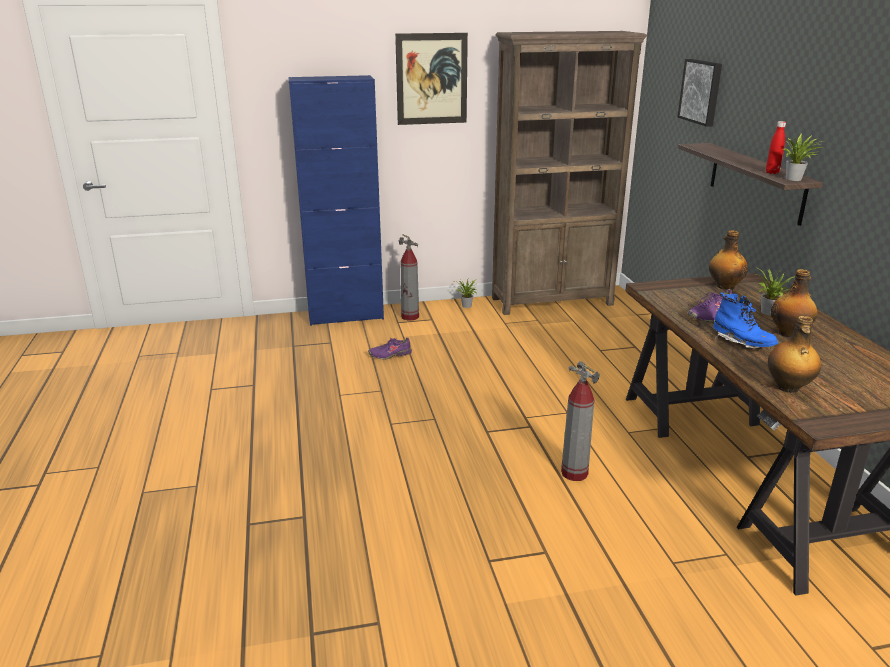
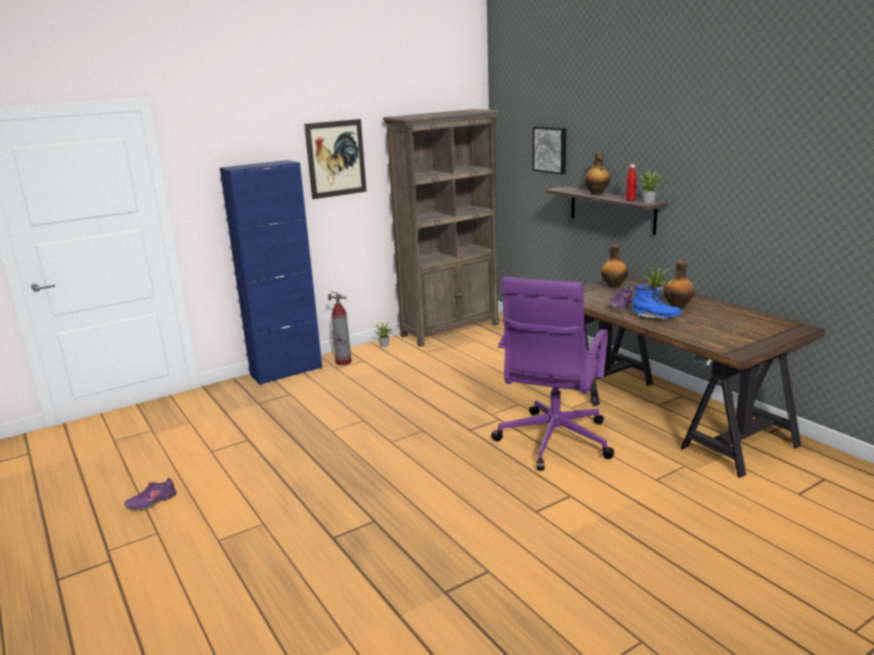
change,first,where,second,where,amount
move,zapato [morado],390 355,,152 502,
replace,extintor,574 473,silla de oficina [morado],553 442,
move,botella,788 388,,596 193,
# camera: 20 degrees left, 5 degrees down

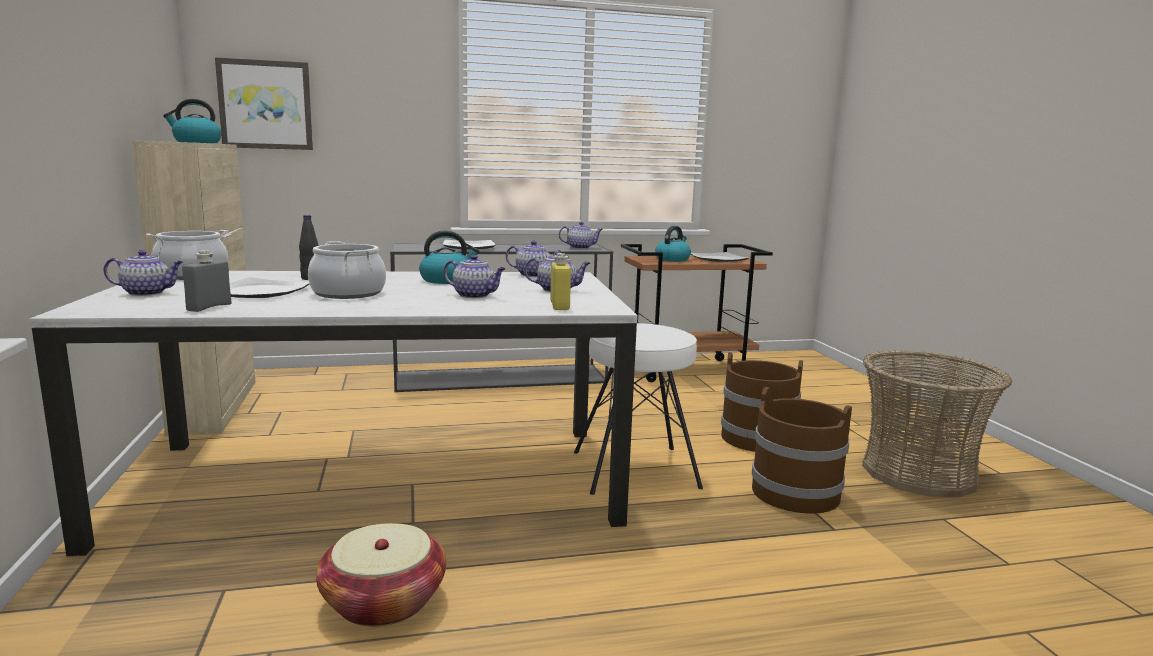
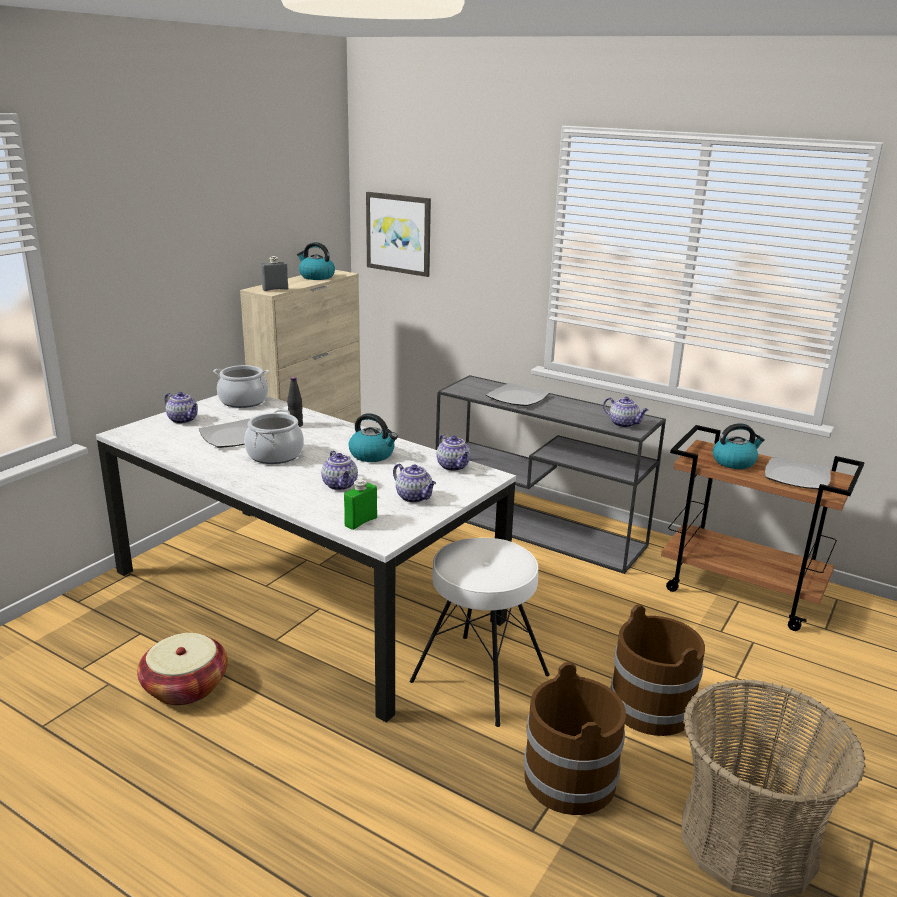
change,first,where,second,where,amount
move,botella [gris],209 307,,275 289,
recolor,botella [amarillo],559 306,botella [verde],361 522,
# camera: 45 degrees right, 10 degrees up

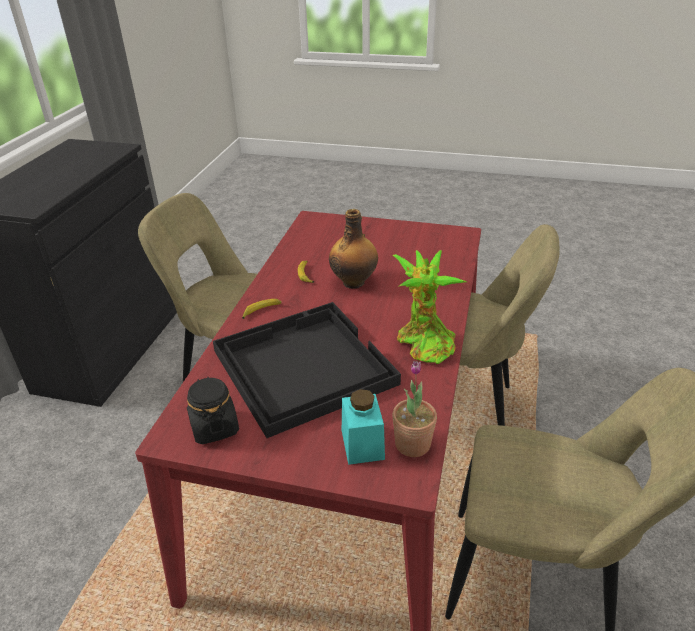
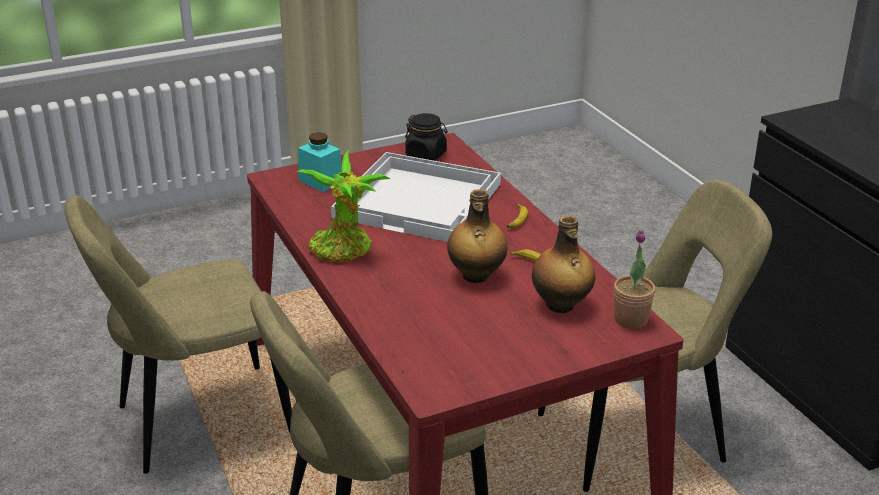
change,first,where,second,where,amount
recolor,bandeja [negro],302 367,bandeja [blanco],420 200,
move,planta en maceta,412 444,,631 320,
insert,,,botella,561 306,
# camera: 140 degrees right, 5 degrees down

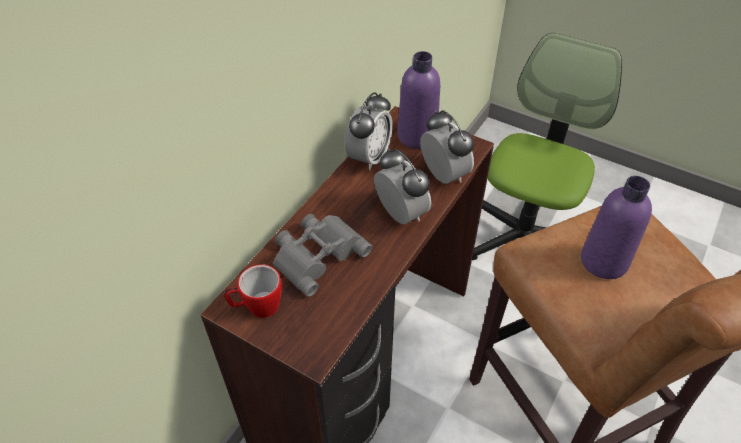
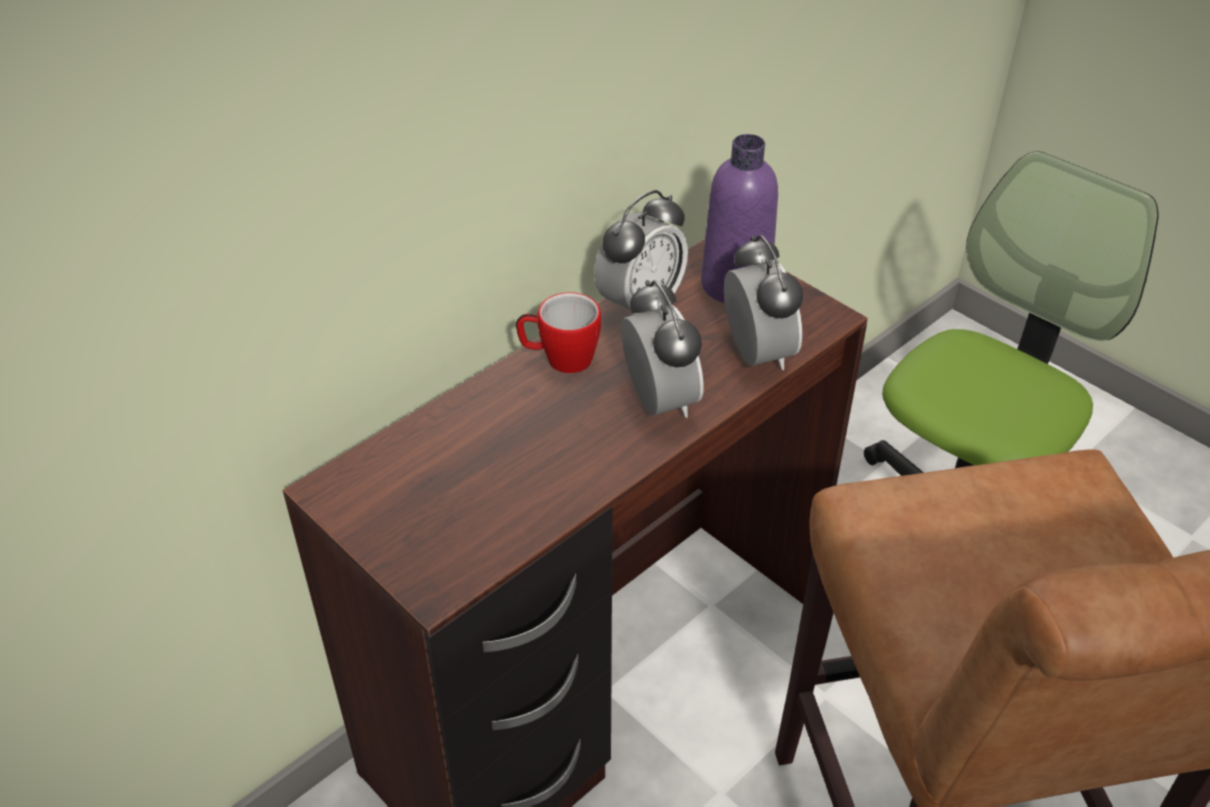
change,first,where,second,where,amount
move,taza grande,257 307,,559 359,
delete,prismáticos [gris],317 254,,,
delete,botella [morado],604 261,,,
# camera: 15 degrees right, 5 degrees down

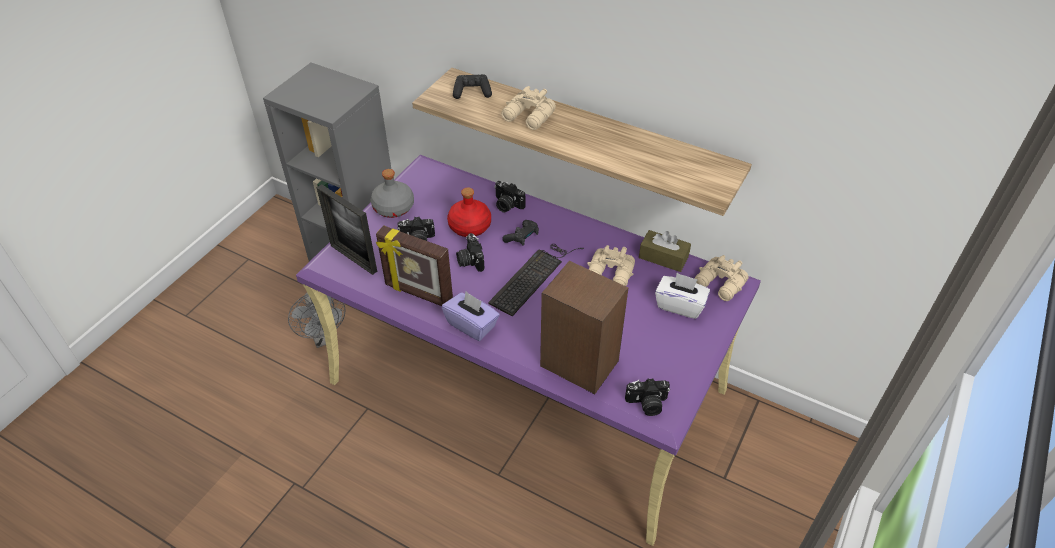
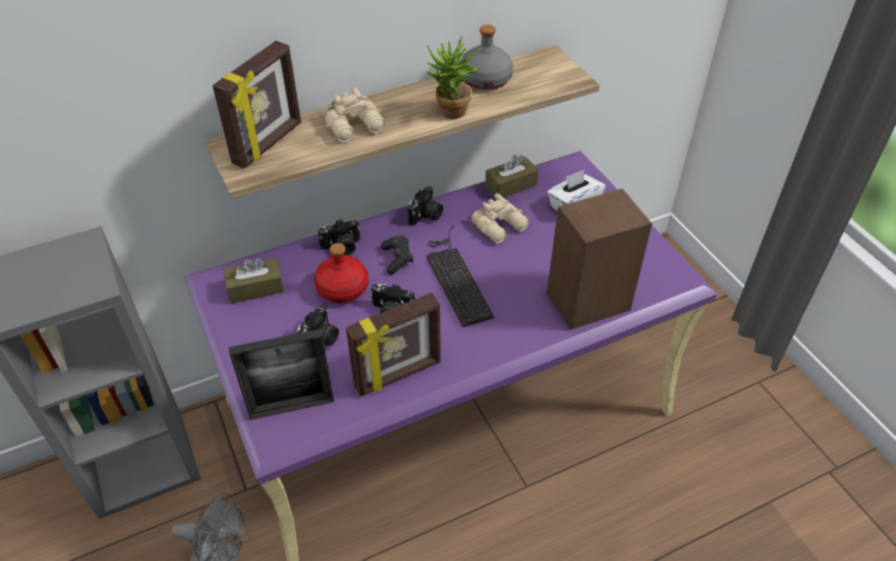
change,first,where,second,where,amount
move,botella [gris],393 208,,486 80,
delete,caja de pañuelos [morado],472 325,,,
replace,mando de consola [negro],472 92,portarretratos,269 144,
move,cámara,647 404,,426 216,
delete,prismáticos [beis],720 285,,,
insert,,,caja de pañuelos [marrón],255 288,
insert,,,planta en maceta,451 114,
# camera: 55 degrees left, 0 degrees up

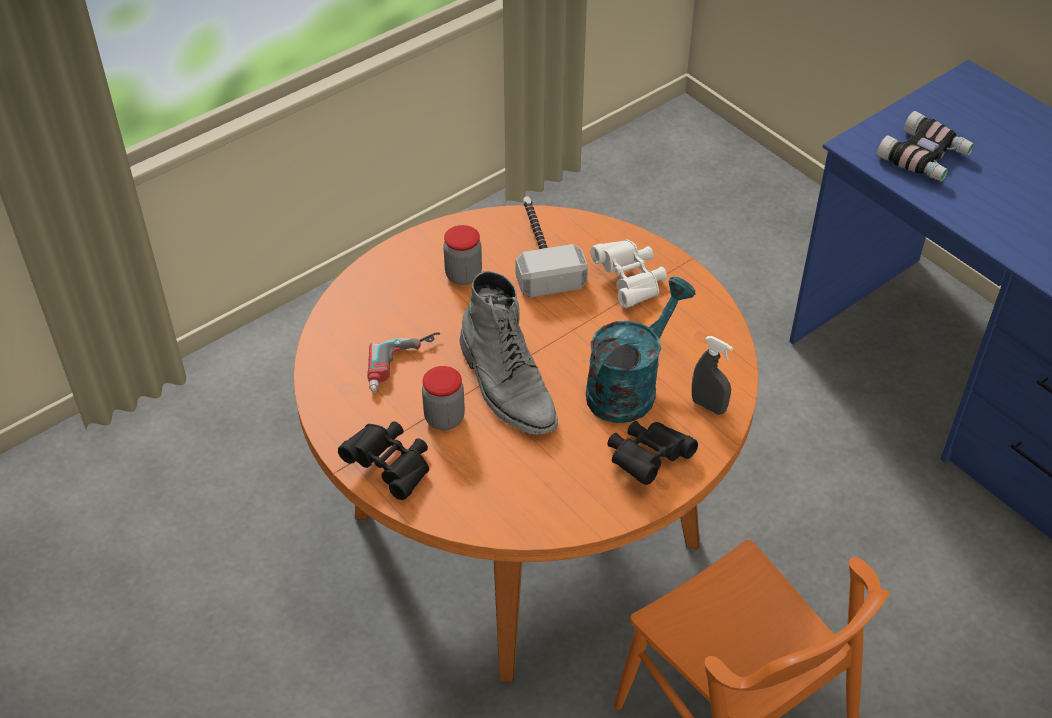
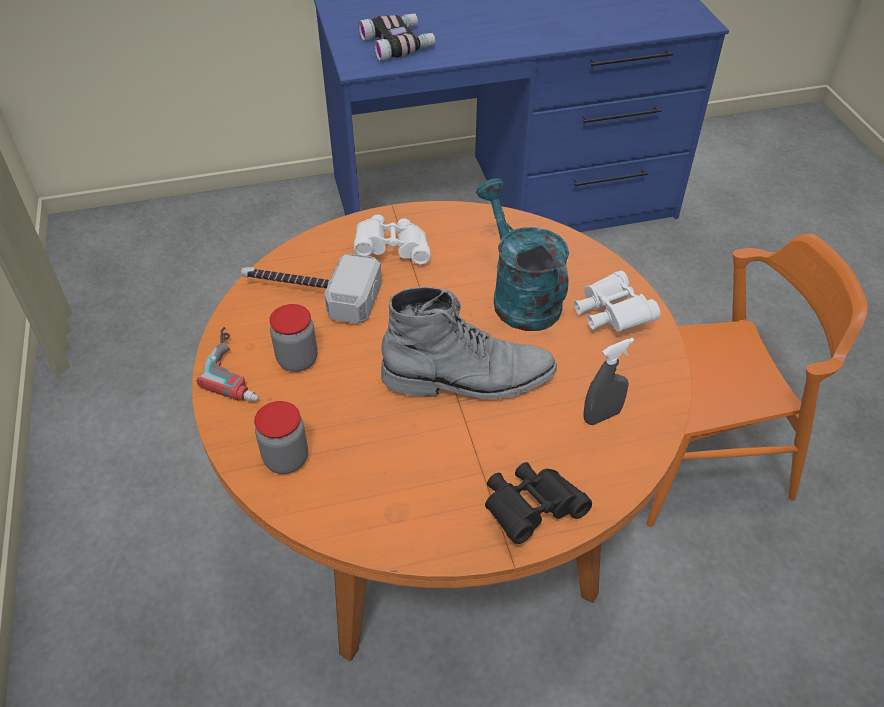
change,first,where,second,where,amount
move,taladro,405 367,,240 369,
move,tarro,444 418,,286 459,
recolor,prismáticos [negro],647 459,prismáticos [blanco],611 315,
move,pulverizador [gris],708 406,,602 416,
# camera: 65 degrees left, 0 degrees up

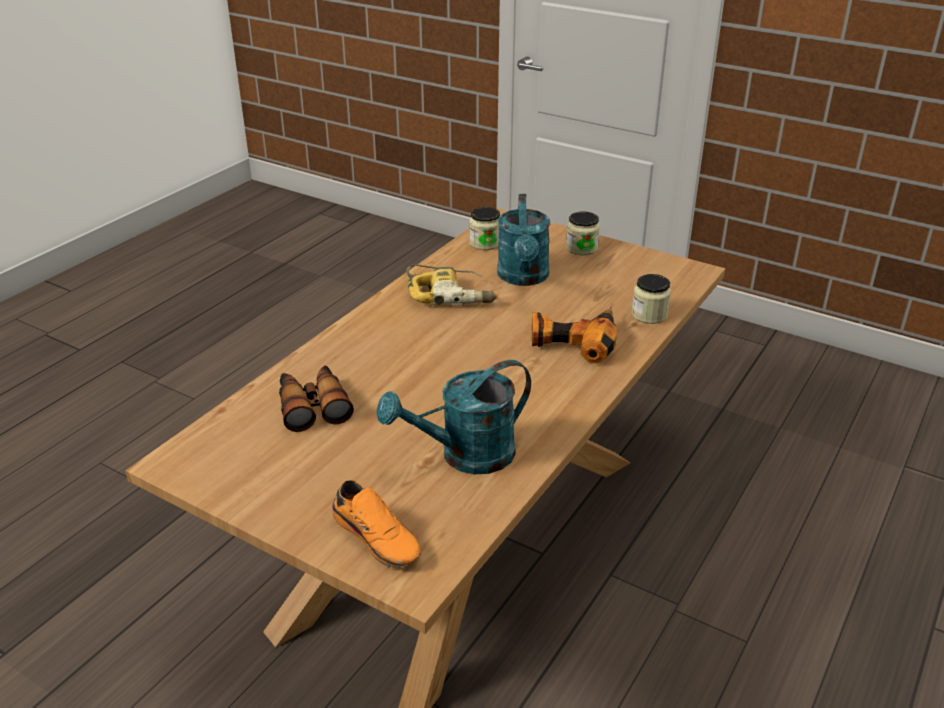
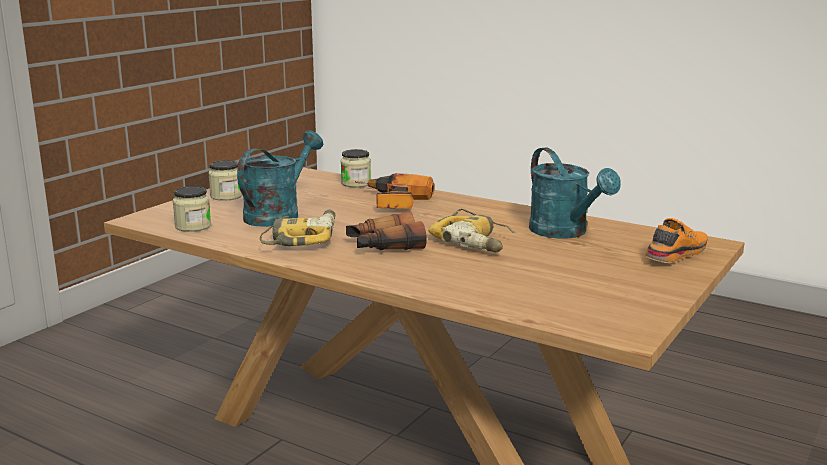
change,first,where,second,where,amount
move,prismáticos,313 406,,384 246,
rotate,regadera [turquesa],523 278,,278 214,60 degrees counterclockwise
insert,,,taladro,475 241,
# camera: 90 degrees left, 15 degrees down

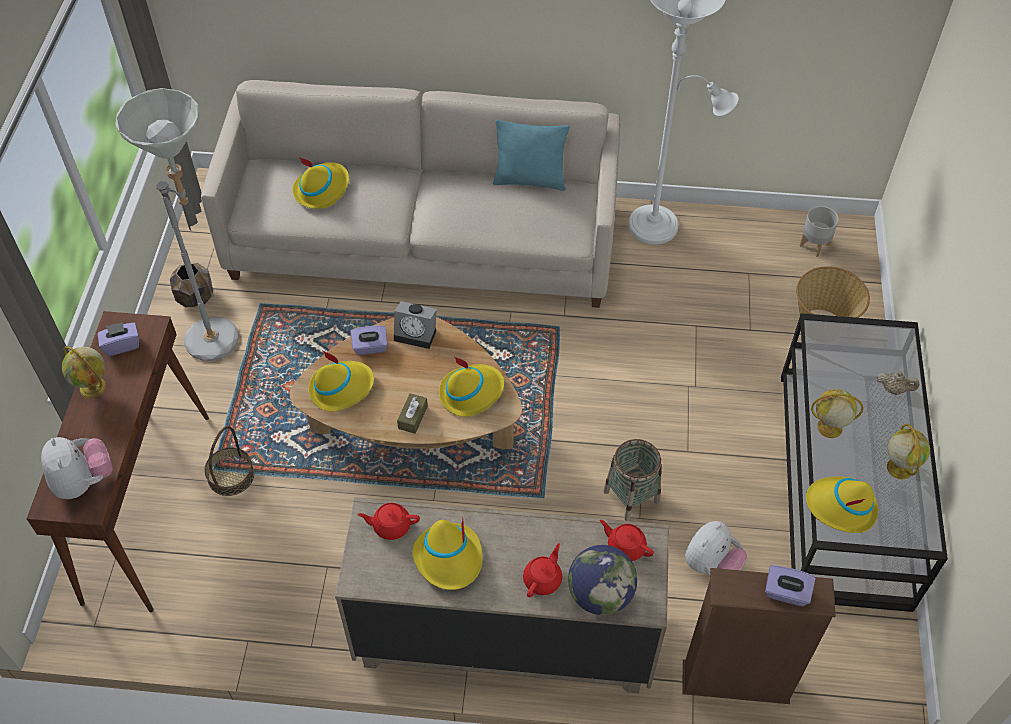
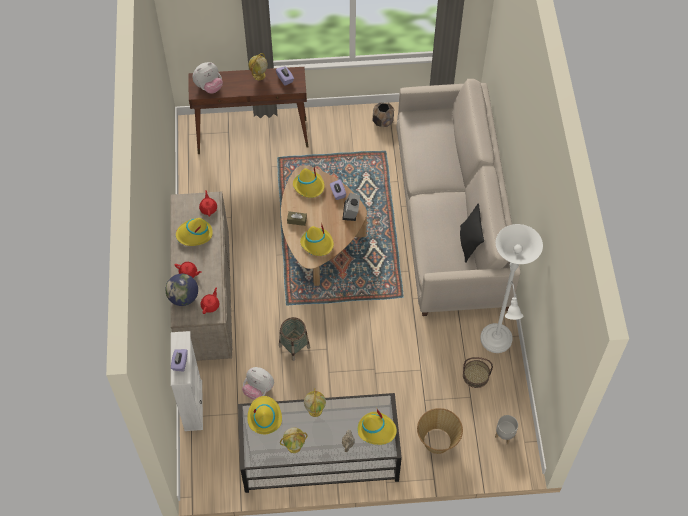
change,first,where,second,where,amount
delete,lámpara de pie [gris],223 342,,,
move,cesta,231 475,,476 376,
move,sombrero [amarillo],322 189,,377 430,
recolor,cojín [turquesa],530 180,cojín [negro],469 243,
recolor,estantería [marrón],735 682,estantería [blanco],193 405,
# camera: 80 degrees right, 5 degrees up

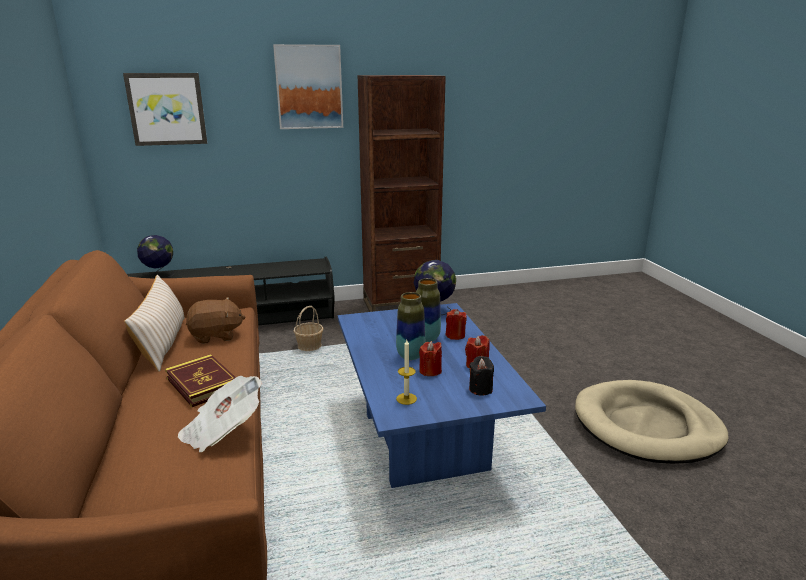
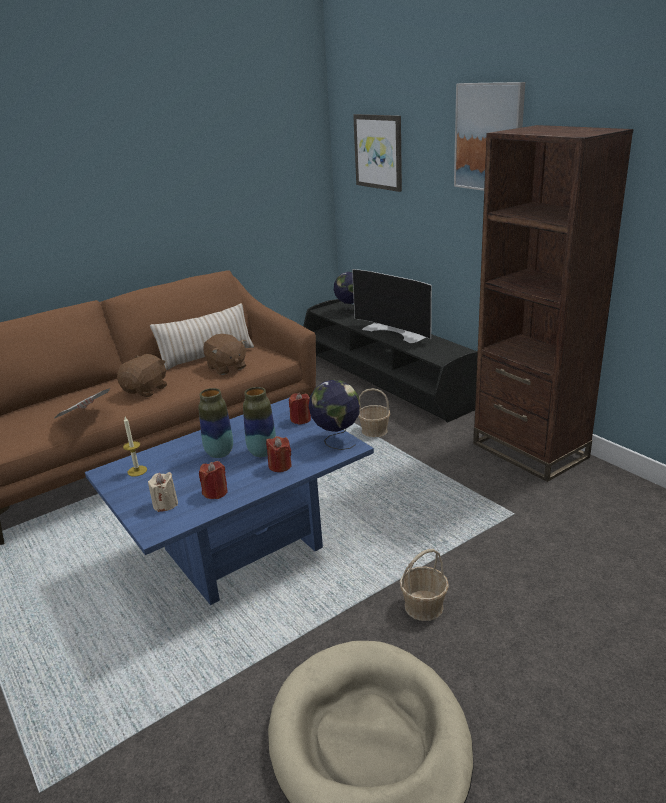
change,first,where,second,where,amount
replace,libro,202 384,peluche [marrón],146 390,
move,vela [rojo],430 371,,301 419,
recolor,vela [negro],480 389,vela [beis],165 504,
insert,,,televisor,395 331,
insert,,,cesta,424 606,
# camera: 70 degrees right, 5 degrees up

